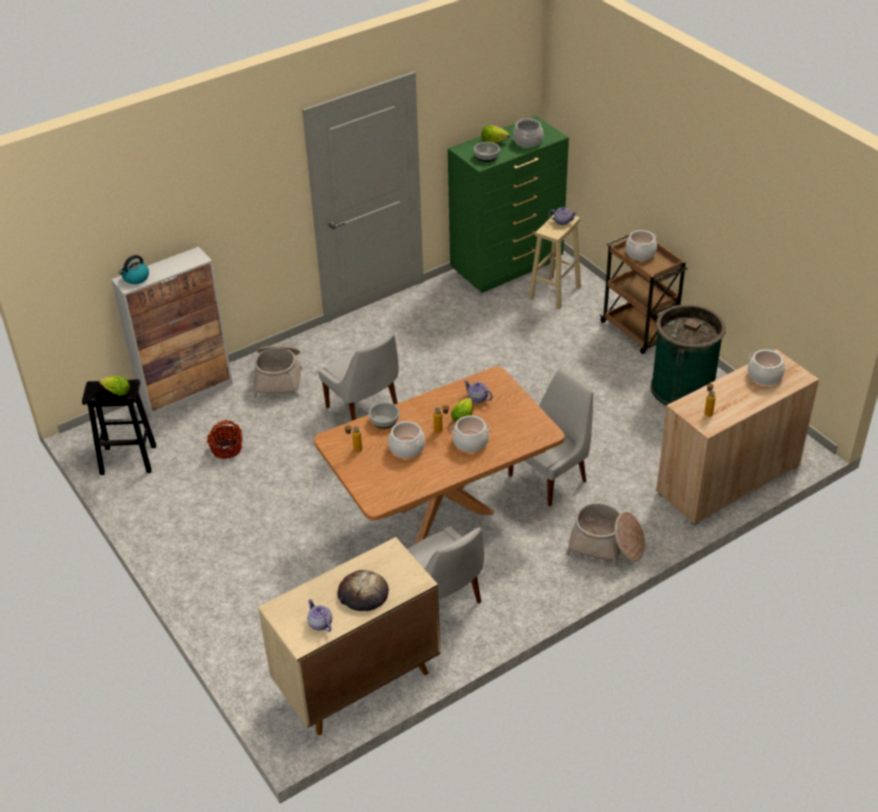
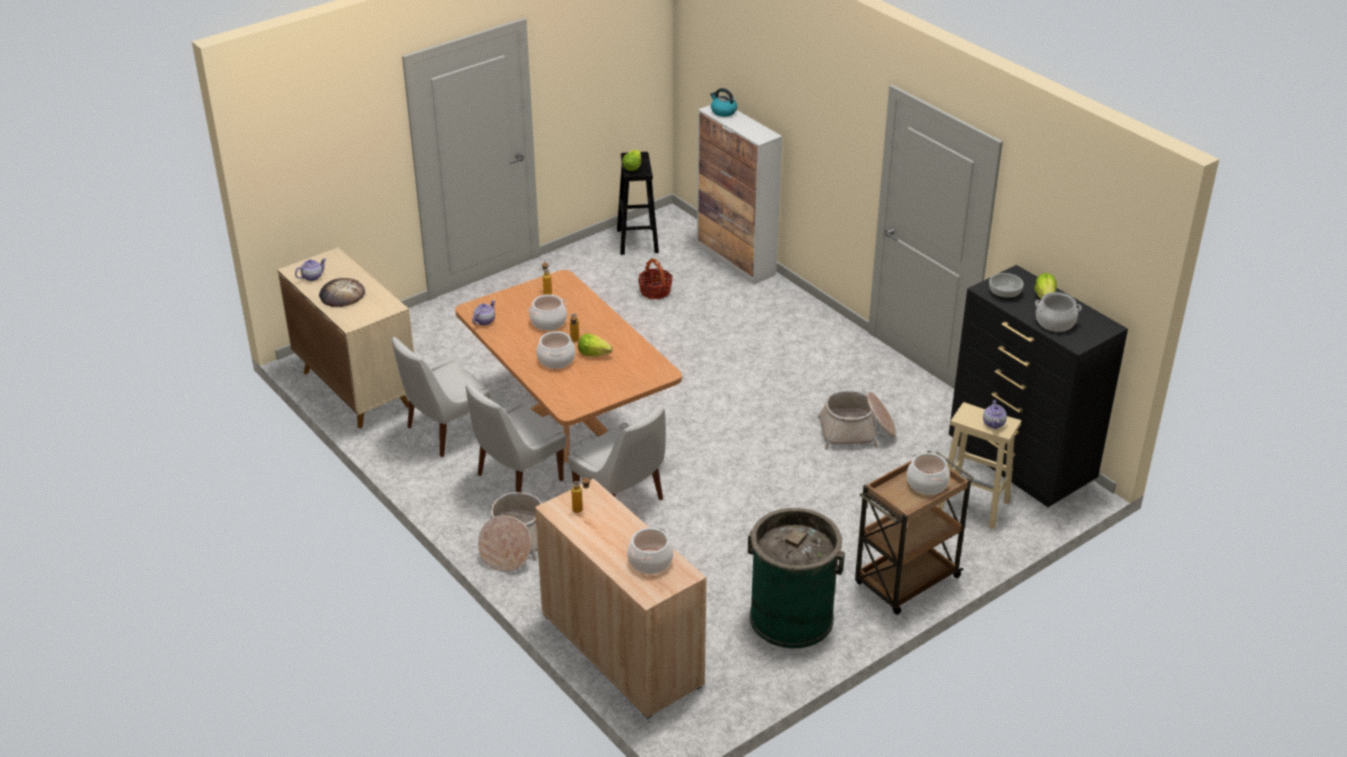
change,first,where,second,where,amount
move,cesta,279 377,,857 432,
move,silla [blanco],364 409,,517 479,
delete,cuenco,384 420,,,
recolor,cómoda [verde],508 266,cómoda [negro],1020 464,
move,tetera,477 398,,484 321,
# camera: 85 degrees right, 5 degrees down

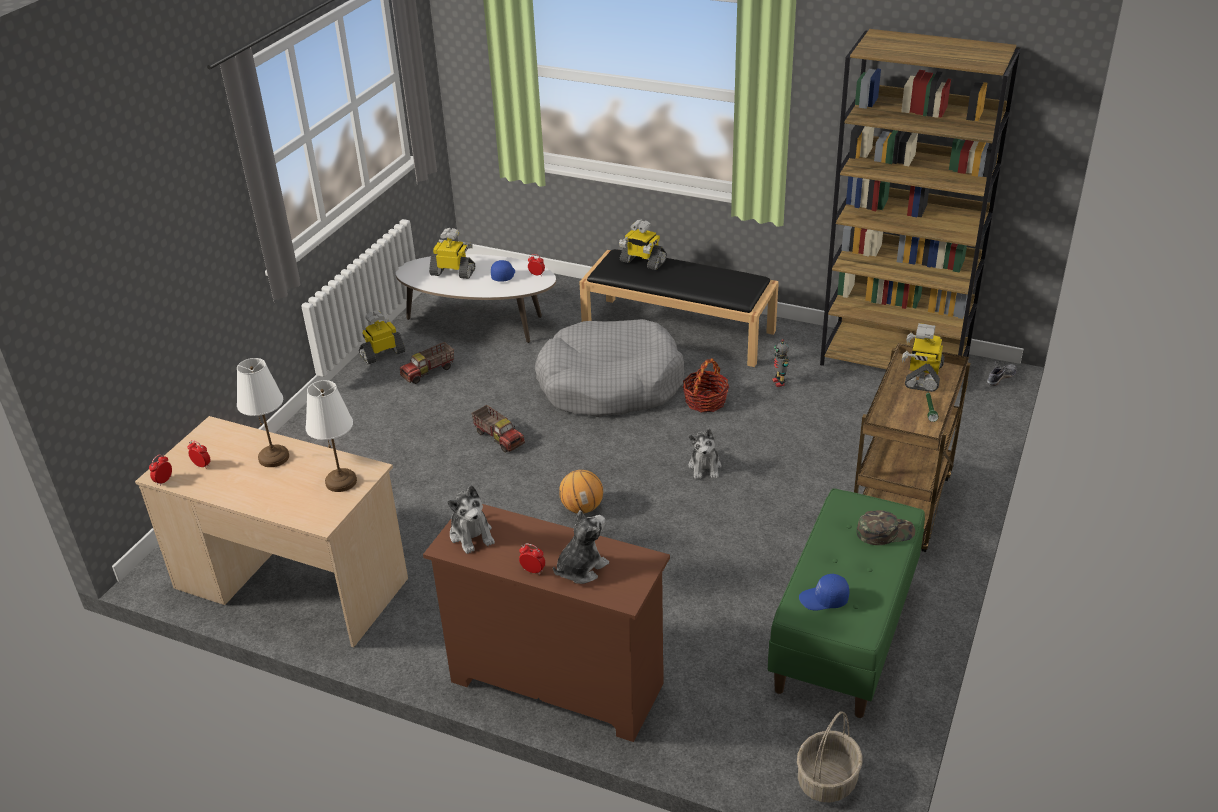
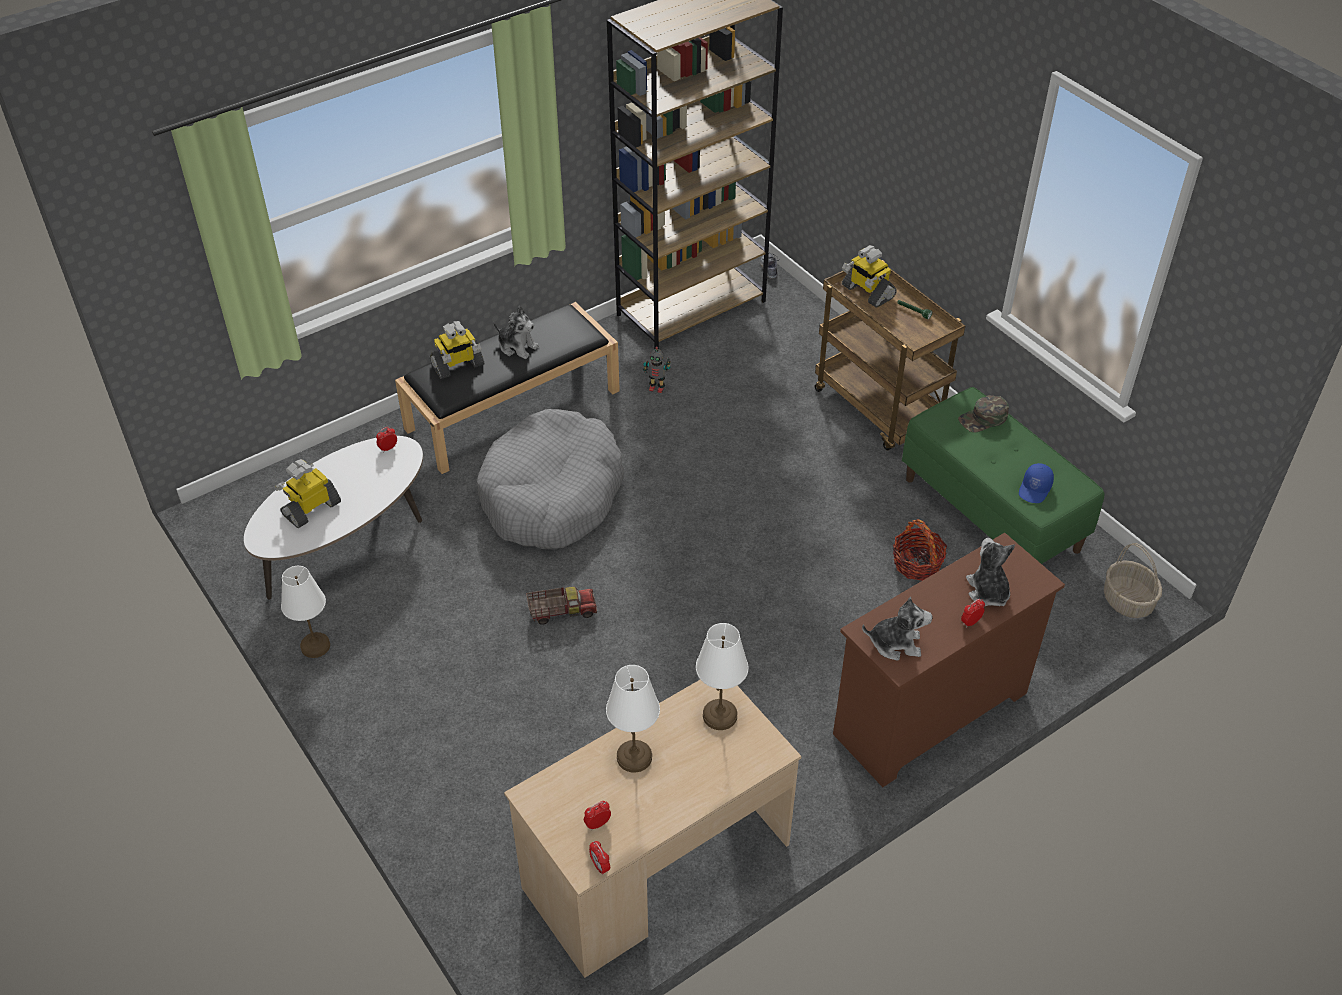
change,first,where,second,where,amount
replace,robot de juguete,382 353,lámpara de mesa [blanco],316 646,
delete,camión de juguete,429 372,,,
delete,gorra [azul],503 275,,,
delete,balón de baloncesto,582 508,,,
move,cesta,705 401,,917 564,
move,peluche,705 467,,517 346,
rotate,gorra [verde],885 532,,983 419,135 degrees counterclockwise
# camera: 60 degrees left, 10 degrees up

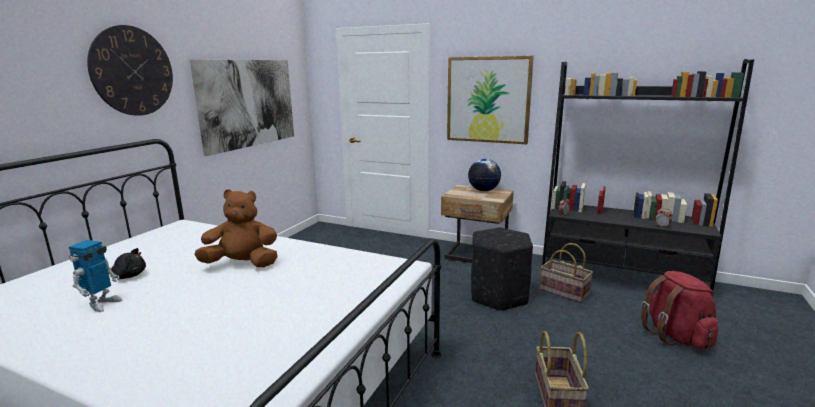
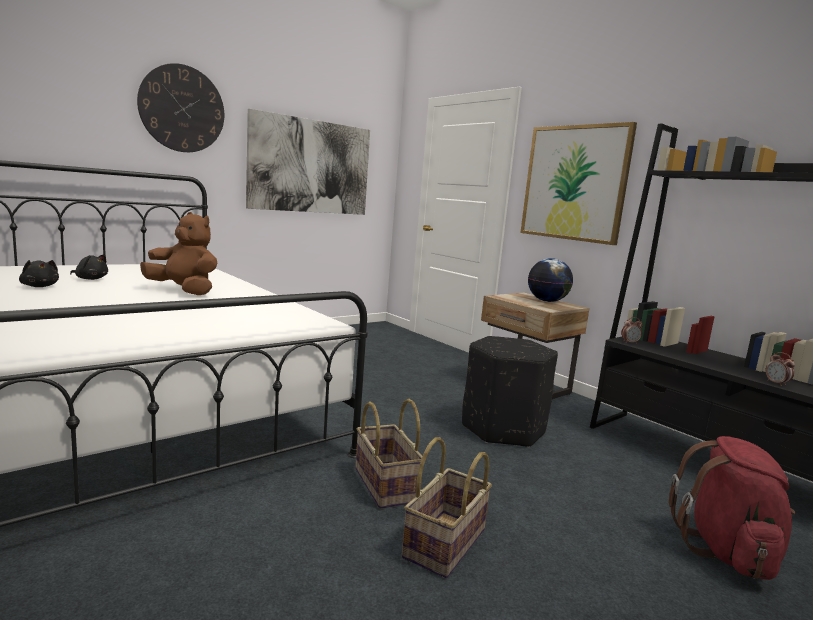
change,first,where,second,where,amount
replace,robot de juguete,102 304,peluche [negro],40 286,
move,cesta,563 292,,384 485,
# camera: 25 degrees right, 5 degrees down

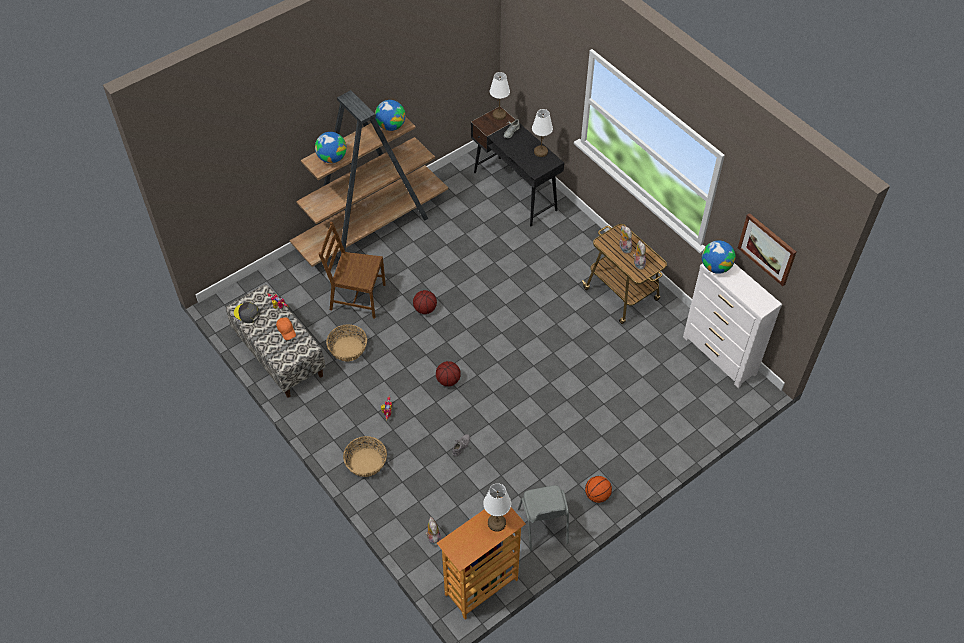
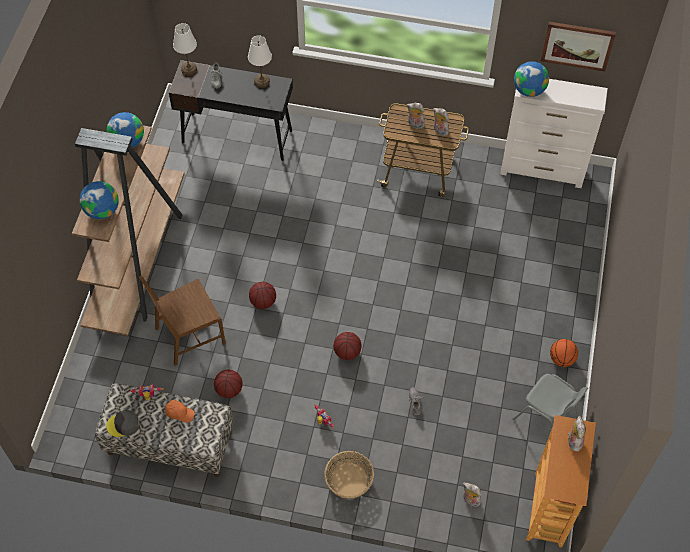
change,first,where,second,where,amount
replace,cesta,347 349,balón de baloncesto,229 390,
replace,lámpara de mesa [blanco],496 523,peluche,573 441,
# camera: 40 degrees left, 5 degrees up

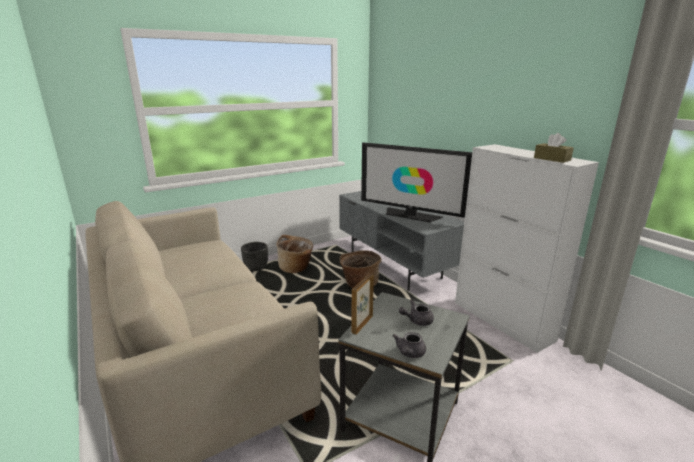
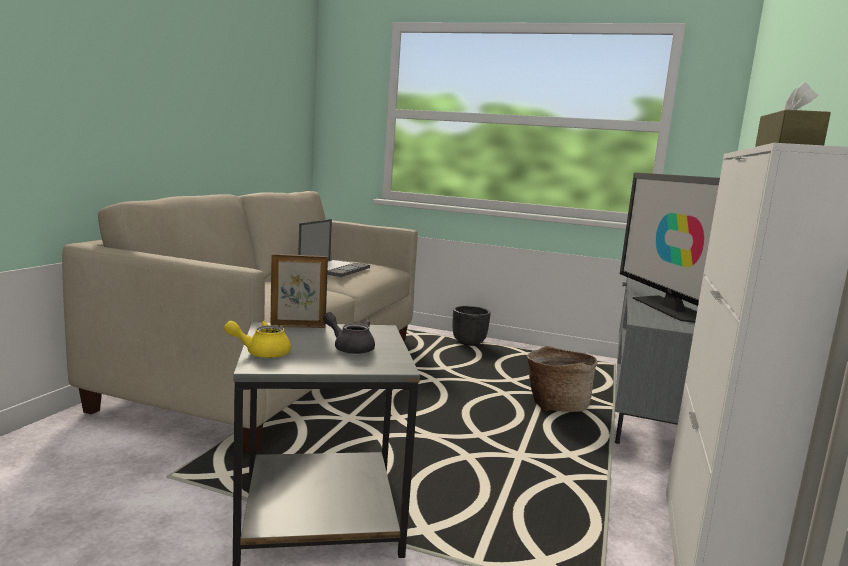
change,first,where,second,where,amount
delete,cesta,296 268,,,
recolor,tetera [gris],409 353,tetera [amarillo],261 353,
insert,,,portátil,334 269,
# camera: 50 degrees right, 10 degrees down

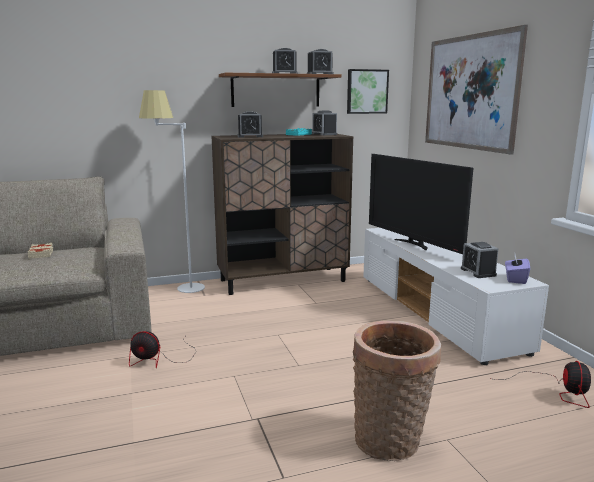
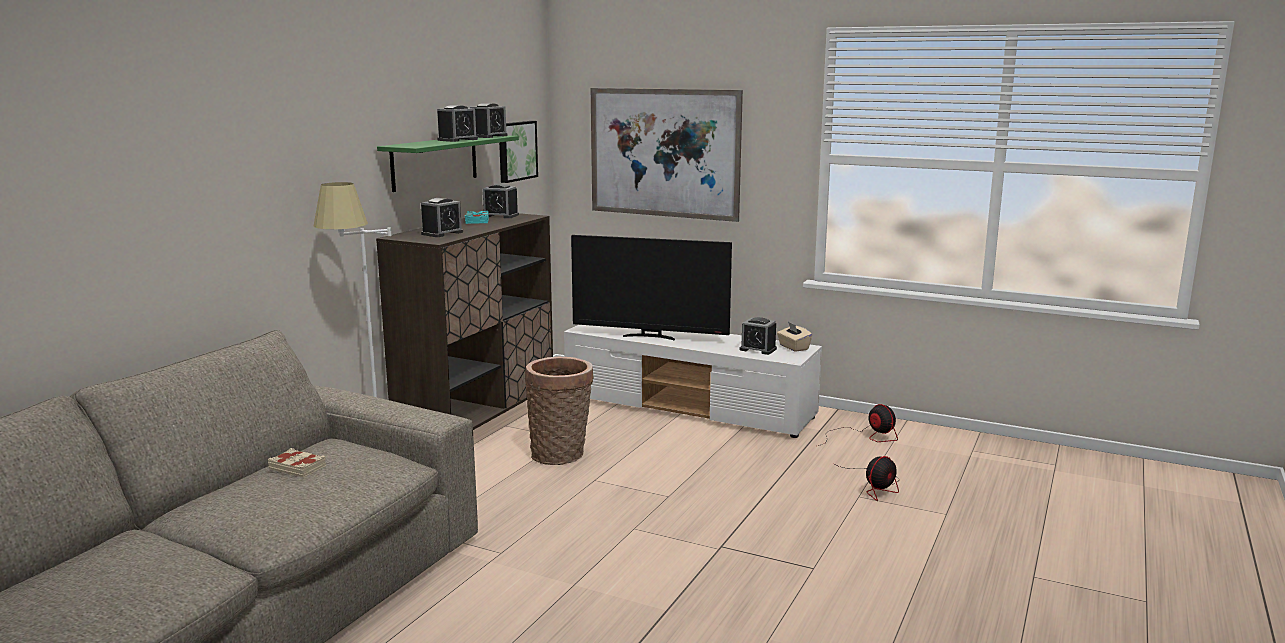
change,first,where,second,where,amount
move,ventilador,161 359,,877 487,
recolor,estante [marrón],276 90,estante [verde],435 162,
move,cesta,391 442,,561 454,
recolor,caja de pañuelos [morado],515 279,caja de pañuelos [beis],793 347,
# camera: 45 degrees left, 0 degrees up

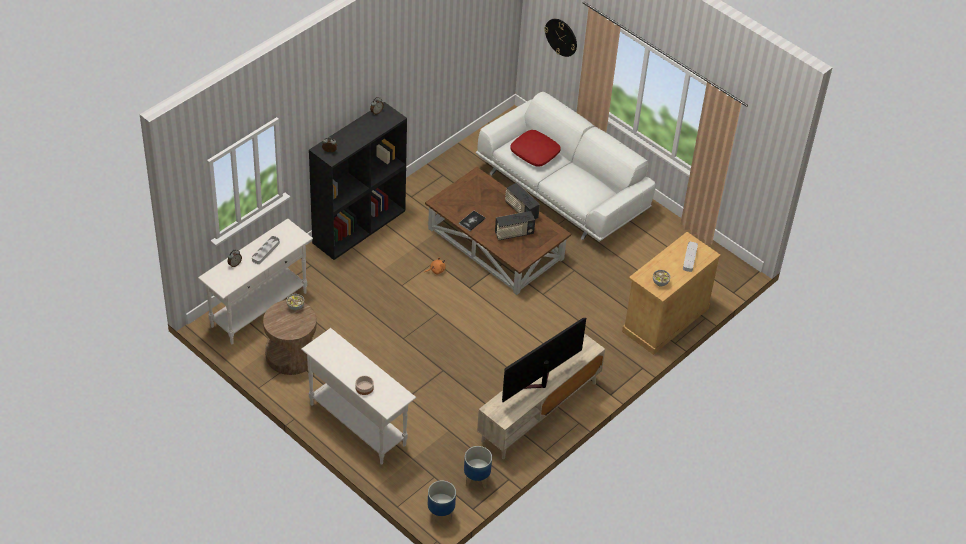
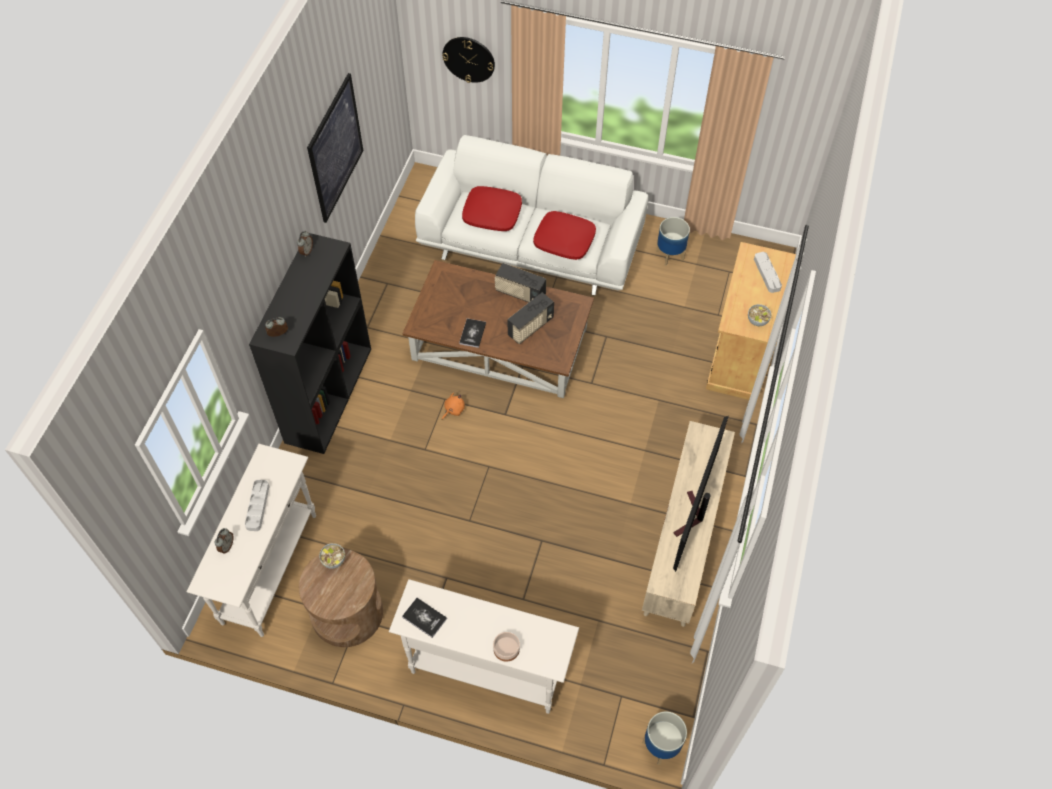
change,first,where,second,where,amount
move,maceta,476 479,,669 255,
insert,,,cuadro,335 148,
insert,,,libro,424 617,
insert,,,cojín [rojo],564 241,
# camera: 25 degrees left, 10 degrees up

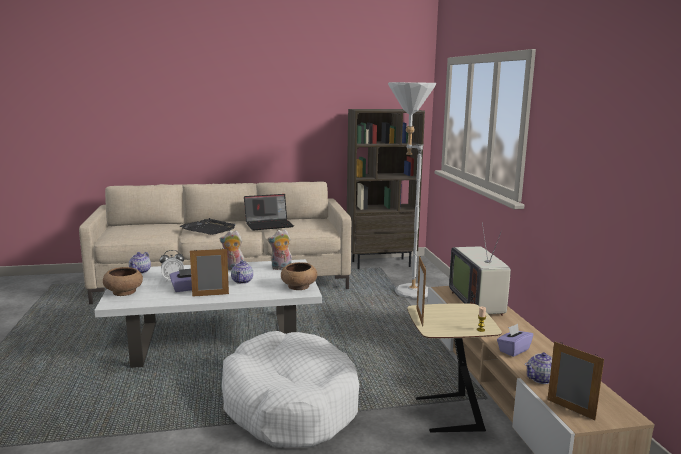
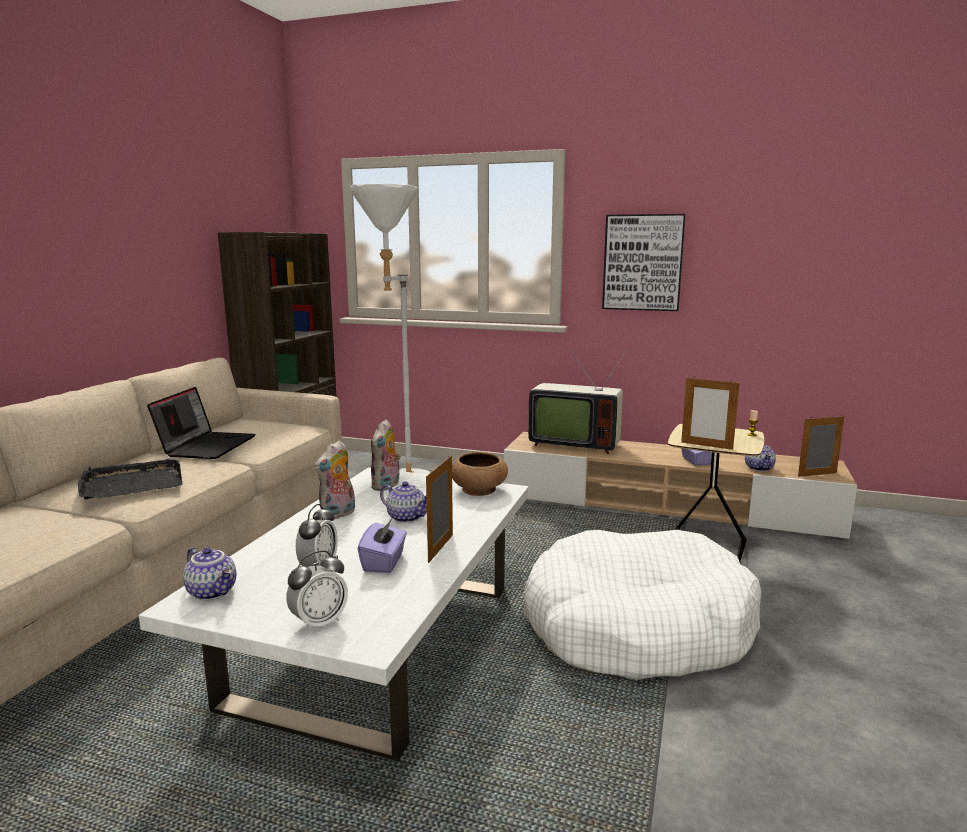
change,first,where,second,where,amount
replace,cuenco [marrón],124 292,despertador,319 623,
insert,,,cuadro,642 262,
# camera: 60 degrees left, 0 degrees up

